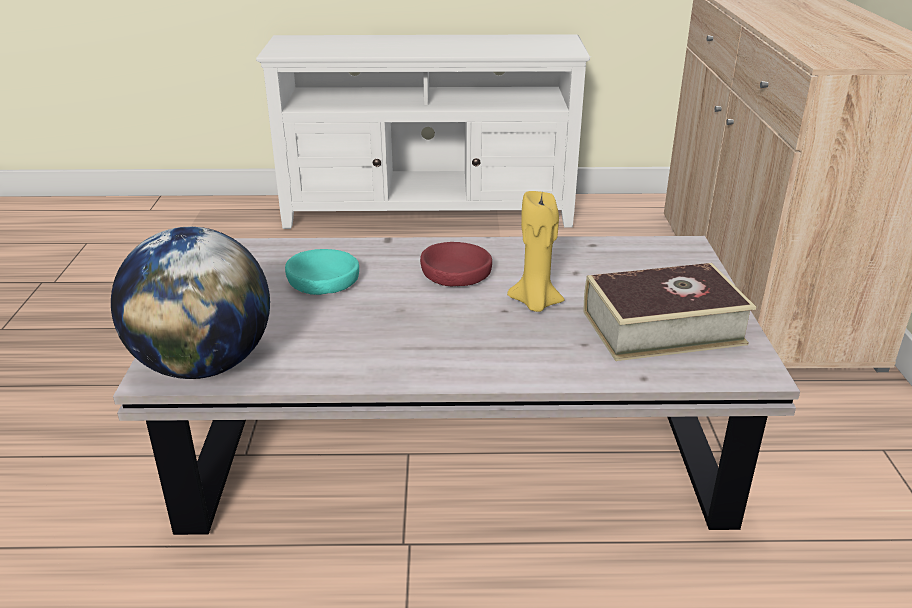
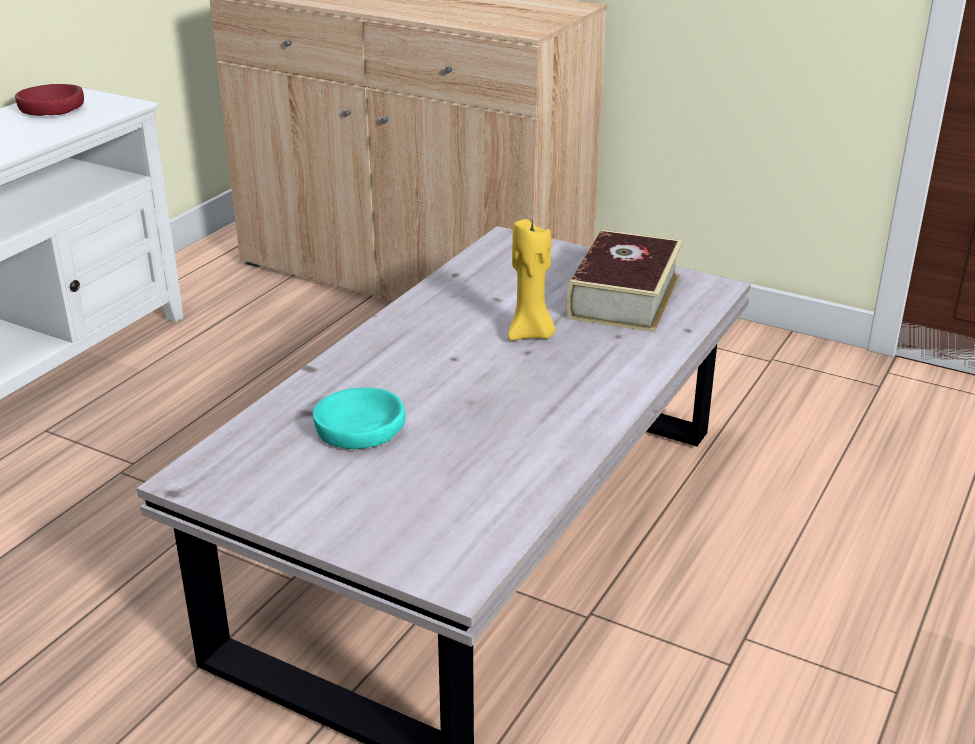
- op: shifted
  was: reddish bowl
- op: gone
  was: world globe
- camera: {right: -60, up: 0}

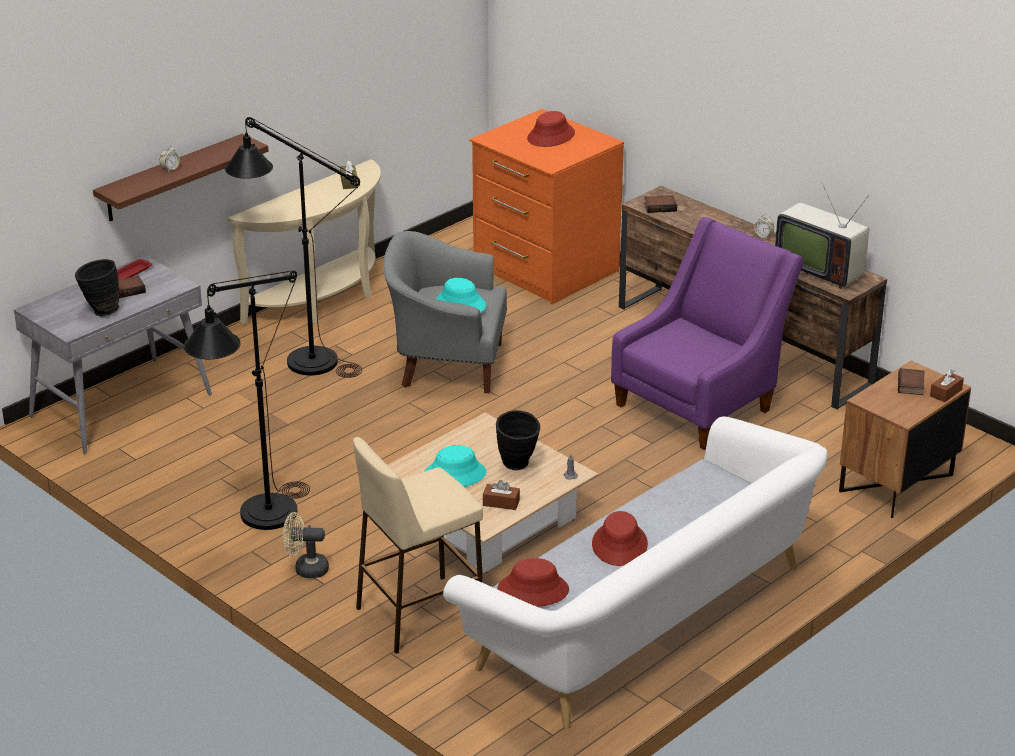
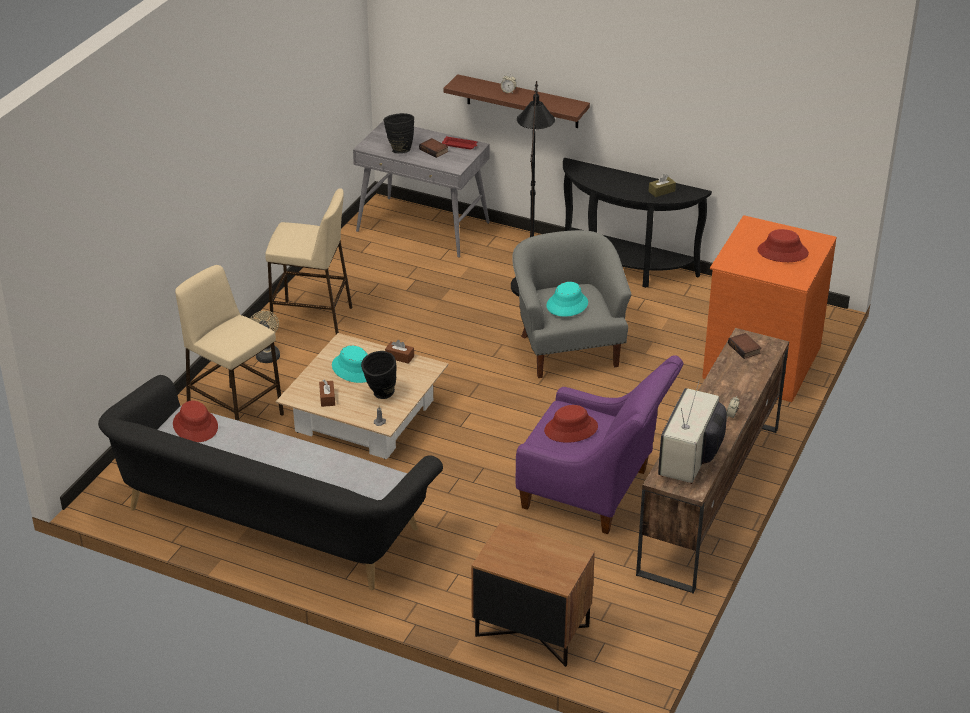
- op: repainted
  was: white-coloured settee
  now: blackish settee
- op: swapped
  was: blackish standing lamp (no. 1 from left)
  now: sand-coloured stool (no. 2 from left)
- op: shifted
  was: brown tissue holder (no. 3 from left in the first image)
  now: brown tissue holder (no. 2 from left)
- op: shifted
  was: reddish hat (no. 3 from left in the first image)
  now: reddish hat (no. 2 from left)
- op: repainted
  was: sand-coloured hall table
  now: blackish hall table
- op: gone
  was: volume (no. 3 from left)
- camera: {right: 70, up: 5}

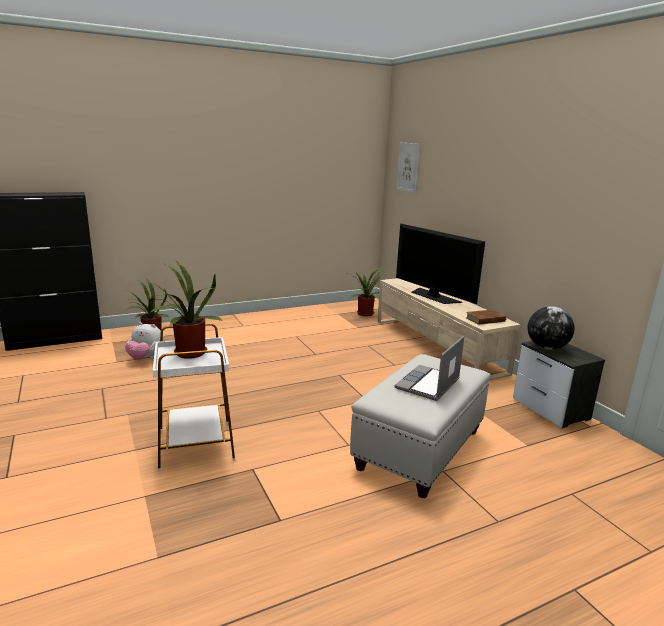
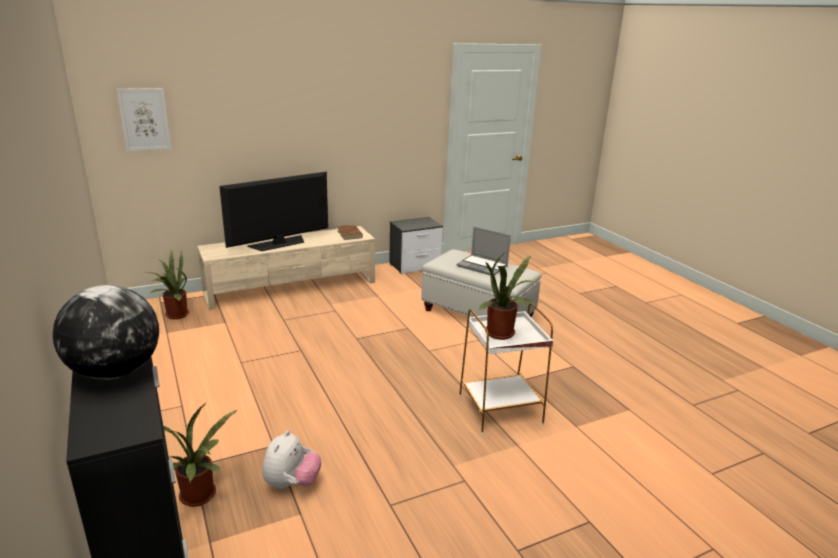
- op: shifted
  was: world globe
- camera: {right: -90, up: 5}

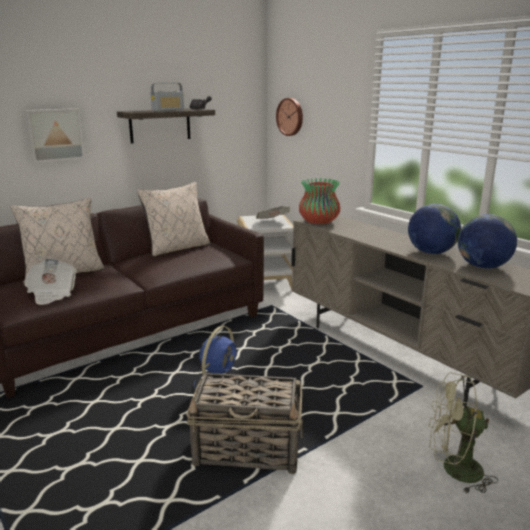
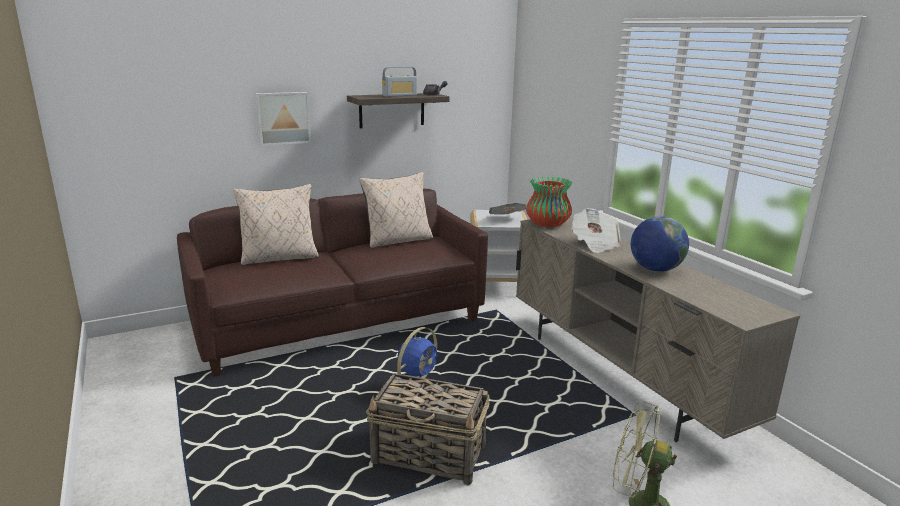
- op: shifted
  was: printed paper (no. 1 from left in the first image)
  now: printed paper (no. 2 from left)
- op: gone
  was: hanging clock
- op: gone
  was: world globe (no. 2 from left)
- camera: {right: 10, up: 0}

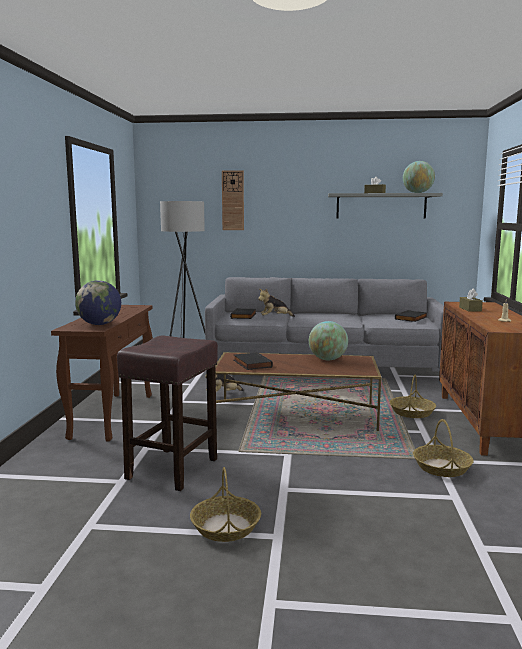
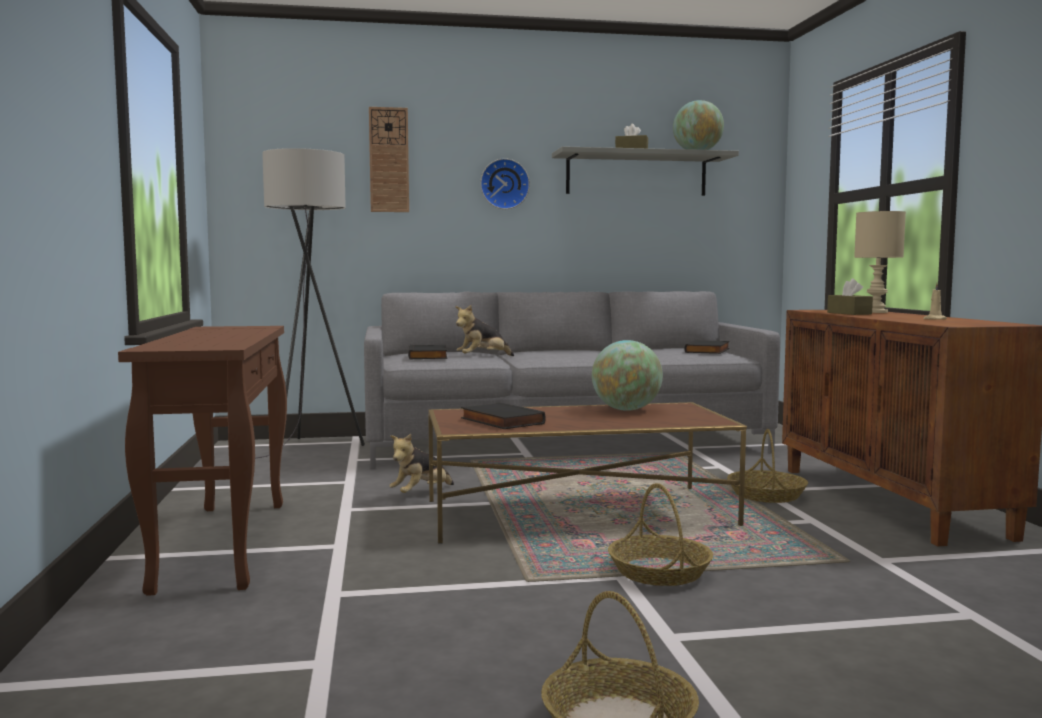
- op: new
  now: hanging clock (no. 2 from left)
- op: shifted
  was: household basket (no. 3 from left in the first image)
  now: household basket (no. 2 from left)
- op: new
  now: sand-coloured table lamp
- op: gone
  was: world globe (no. 1 from left)
- op: gone
  was: brown stool
- camera: {right: -15, up: -5}

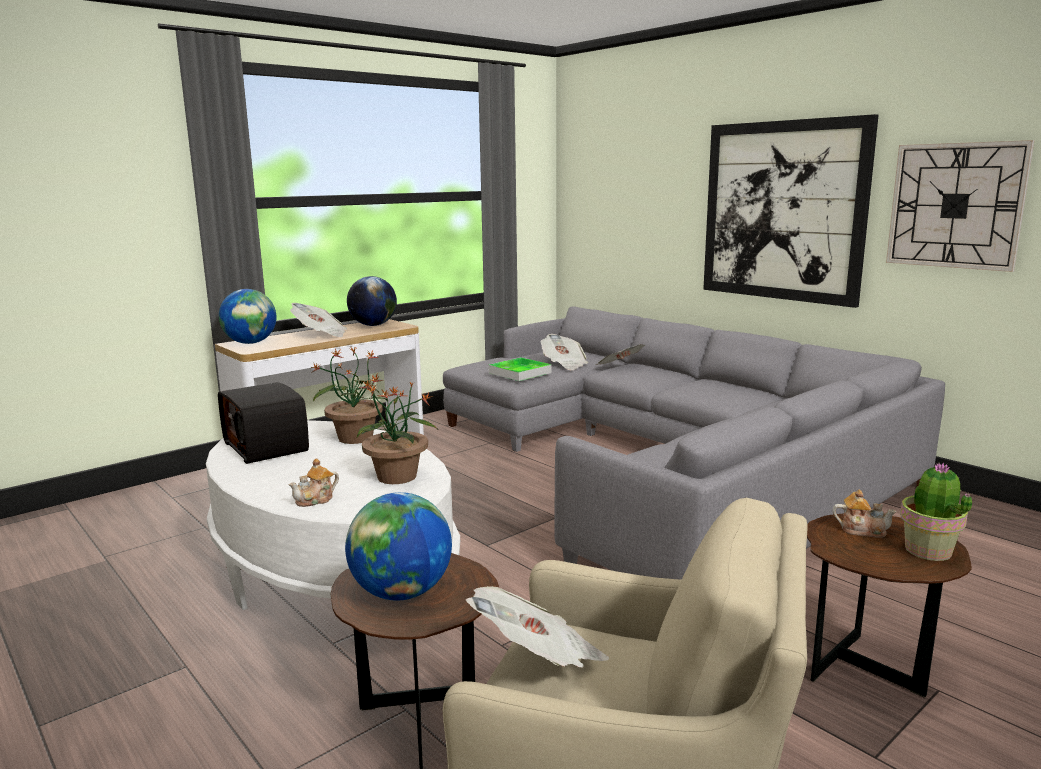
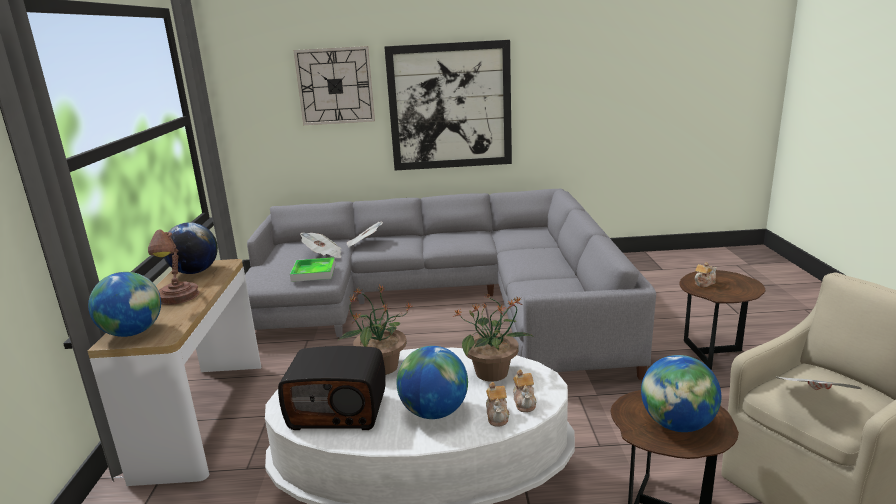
- op: swapped
  was: printed paper (no. 1 from left)
  now: brown table lamp
- op: shifted
  was: hanging clock
- op: new
  now: world globe (no. 3 from left)
- op: new
  now: pot for tea (no. 2 from left)
- op: gone
  was: houseplant (no. 3 from left)
- camera: {right: -50, up: 5}

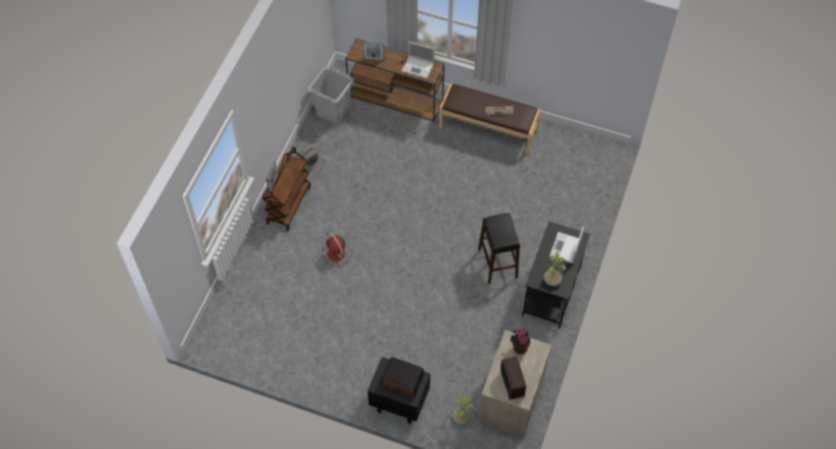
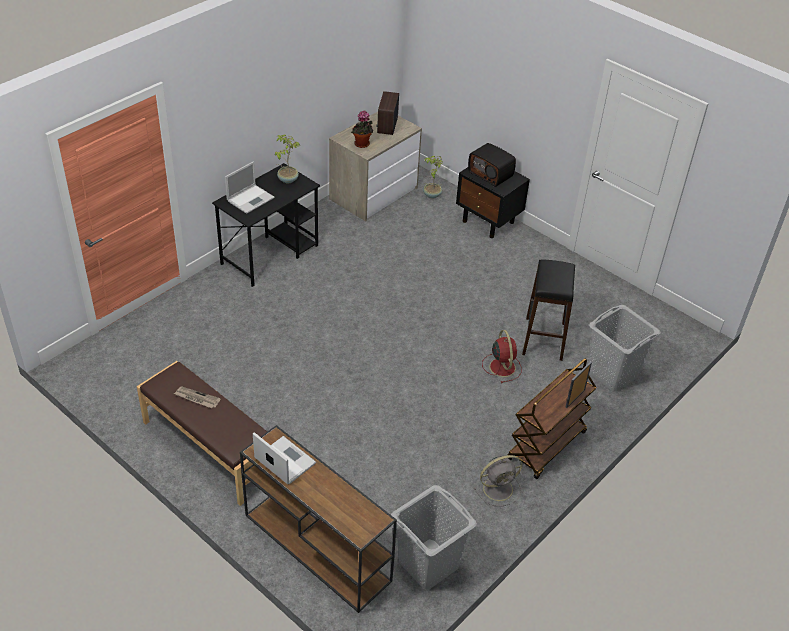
- op: shifted
  was: blackish stool
- op: new
  now: greyish washing basket (no. 2 from left)
- op: gone
  was: picture frame (no. 2 from left)
- camera: {right: -160, up: -15}

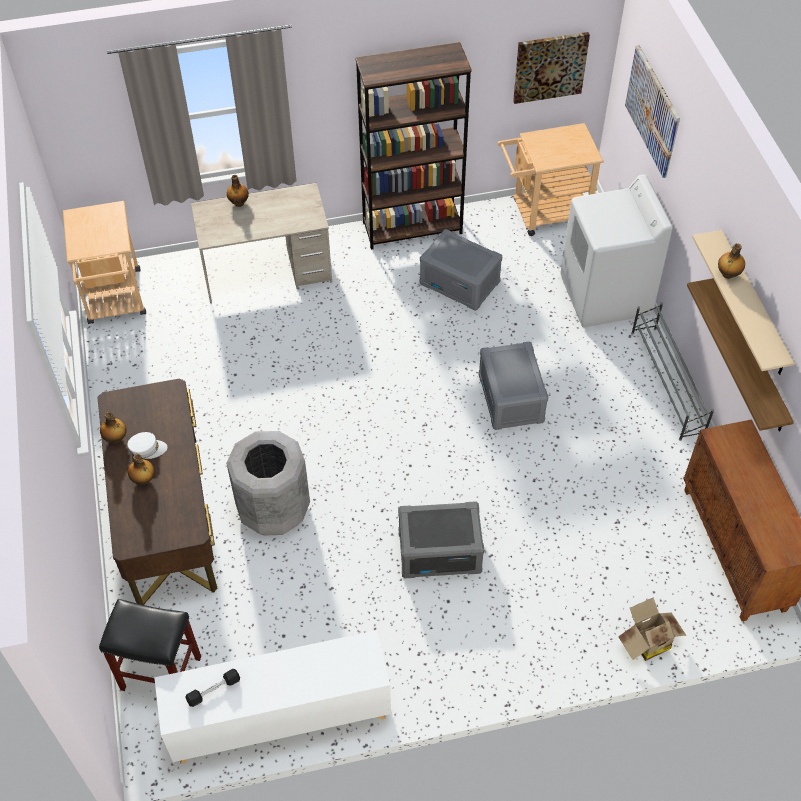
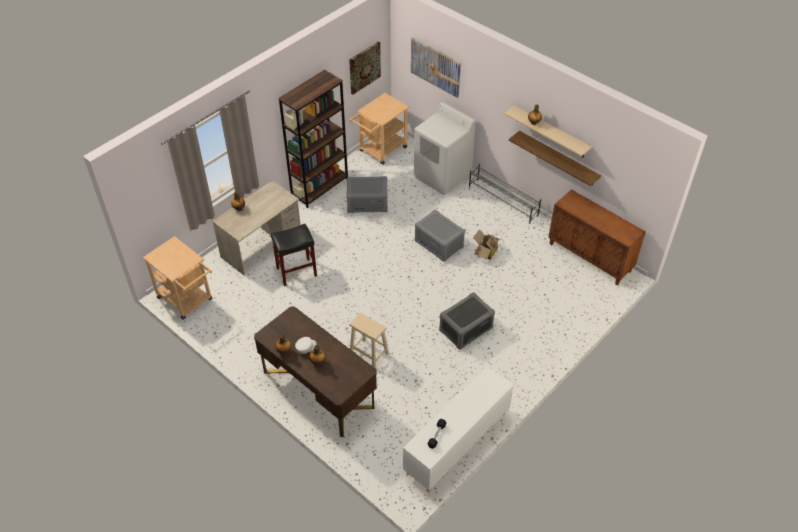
- op: shifted
  was: blackish stool
- op: swapped
  was: greyish rubbish bin
  now: sand-coloured stool
- op: shifted
  was: cardboard box
- camera: {right: -35, up: -5}

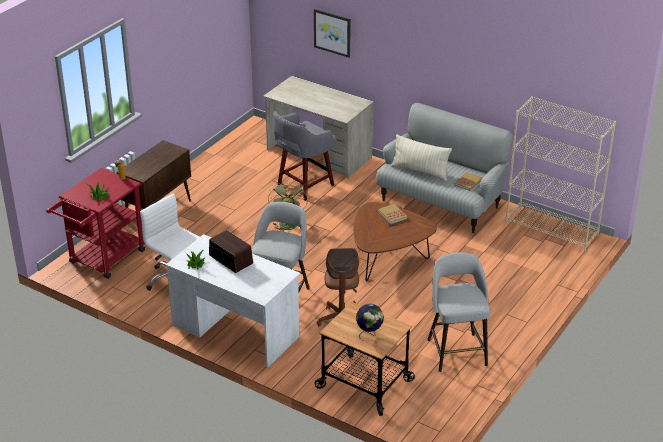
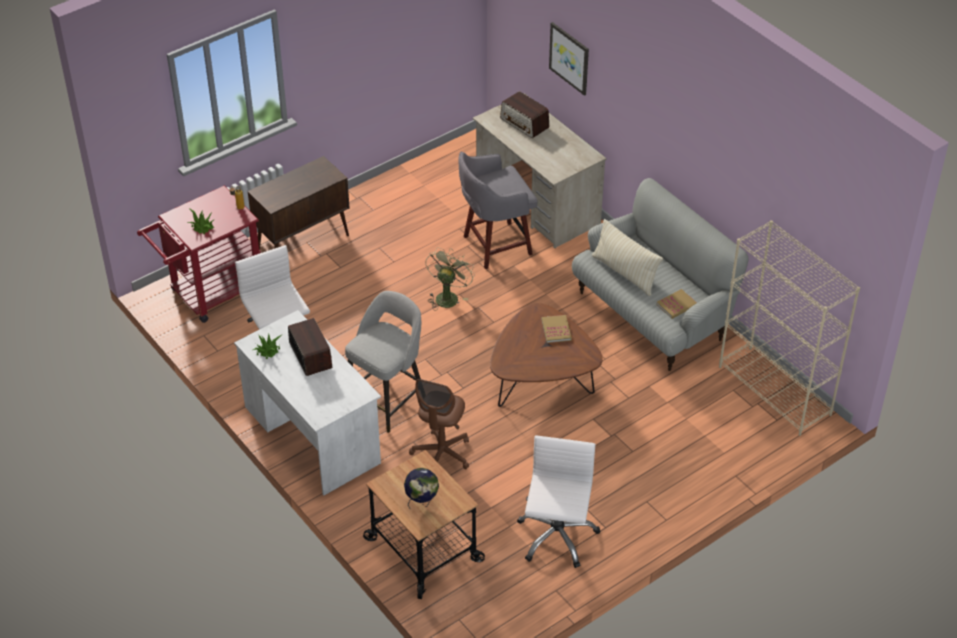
- op: new
  now: radio receiver (no. 2 from left)
- op: swapped
  was: greyish stool (no. 3 from left)
  now: white-coloured desk chair (no. 2 from left)
- camera: {right: 20, up: 10}

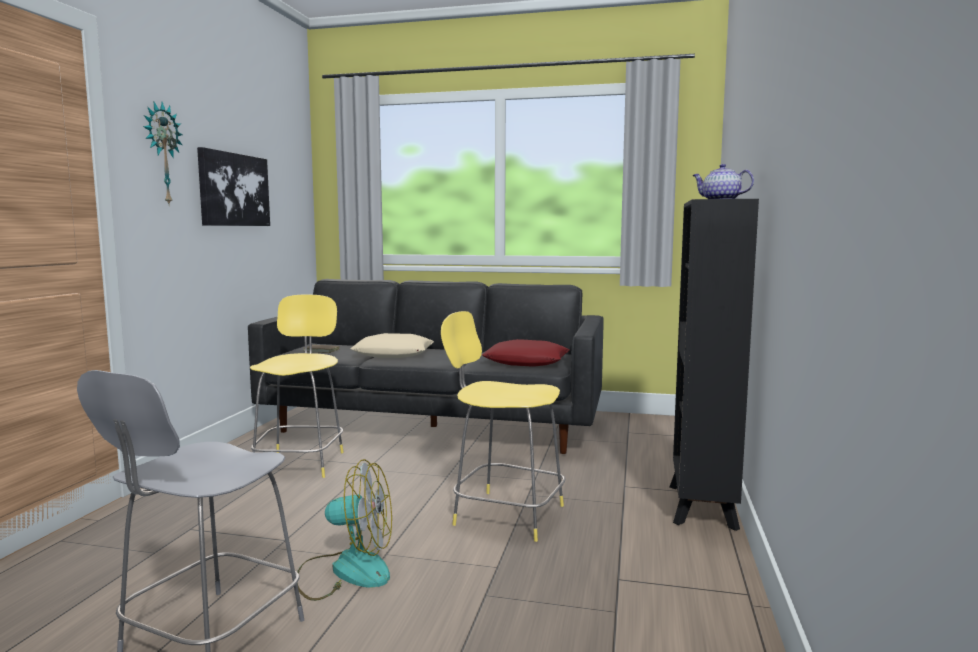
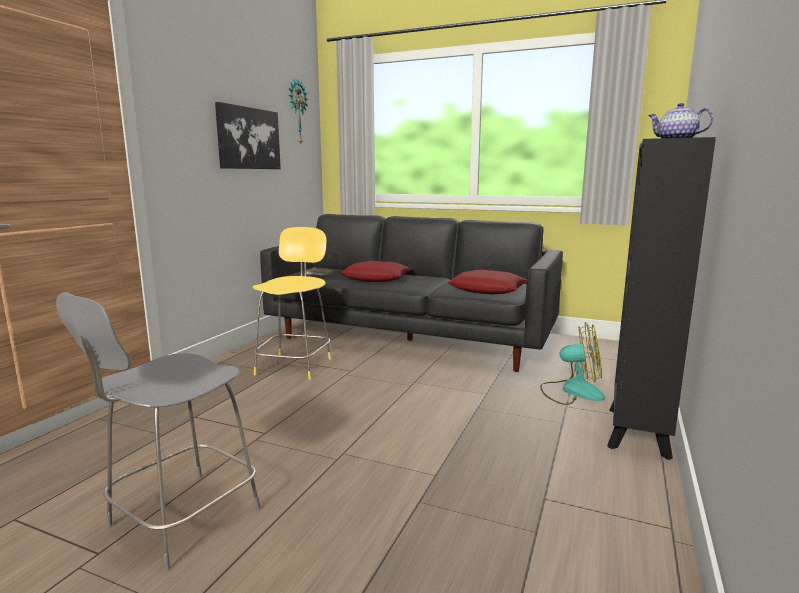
- op: shifted
  was: hanging clock
- op: repainted
  was: sand-coloured cushion
  now: reddish cushion (no. 1 from left)
- op: shifted
  was: electric fan
- op: gone
  was: yellow-coloured stool (no. 2 from left)
- camera: {right: 10, up: 5}

